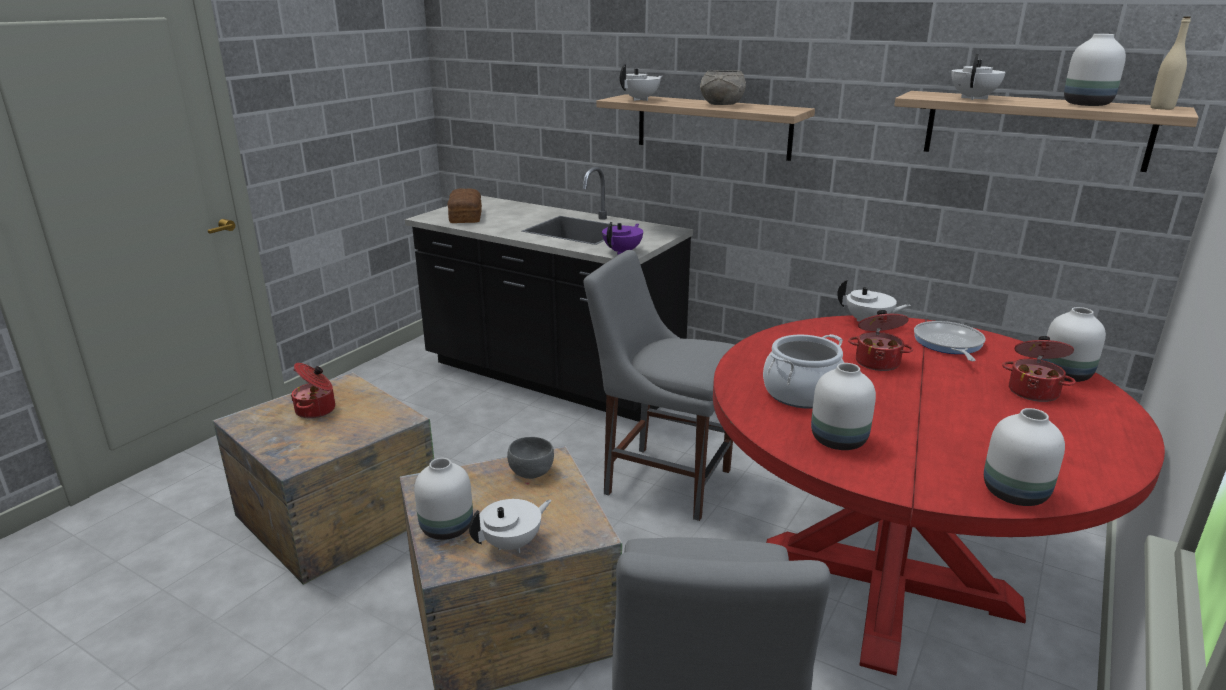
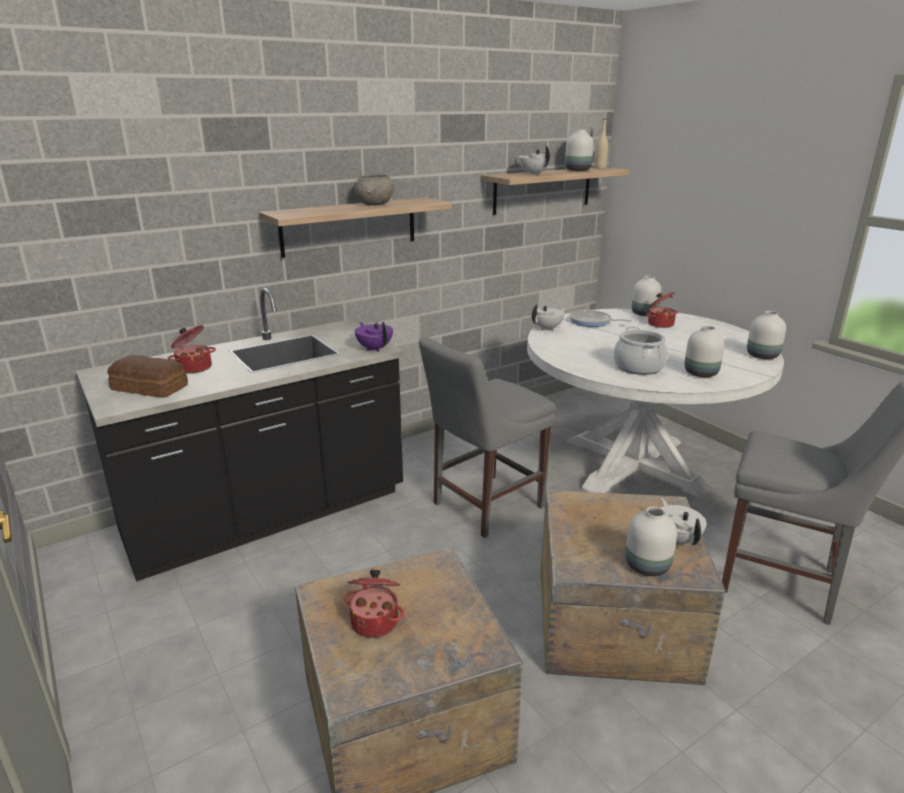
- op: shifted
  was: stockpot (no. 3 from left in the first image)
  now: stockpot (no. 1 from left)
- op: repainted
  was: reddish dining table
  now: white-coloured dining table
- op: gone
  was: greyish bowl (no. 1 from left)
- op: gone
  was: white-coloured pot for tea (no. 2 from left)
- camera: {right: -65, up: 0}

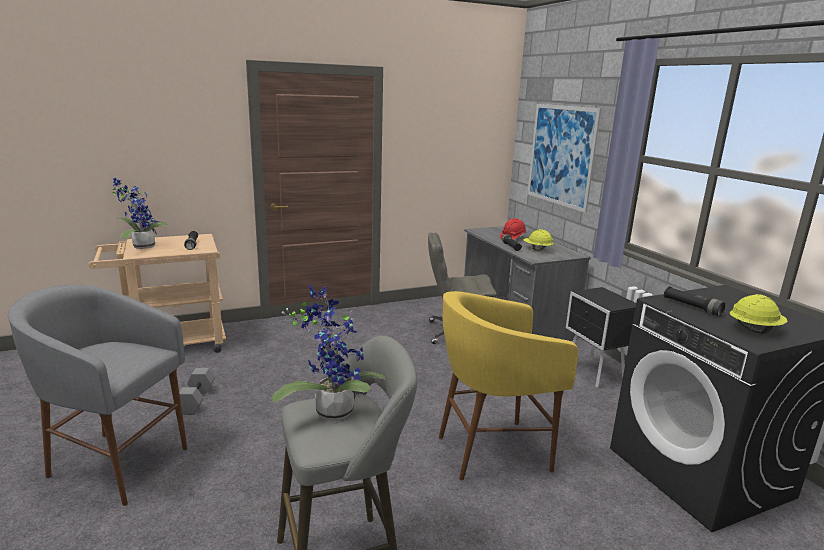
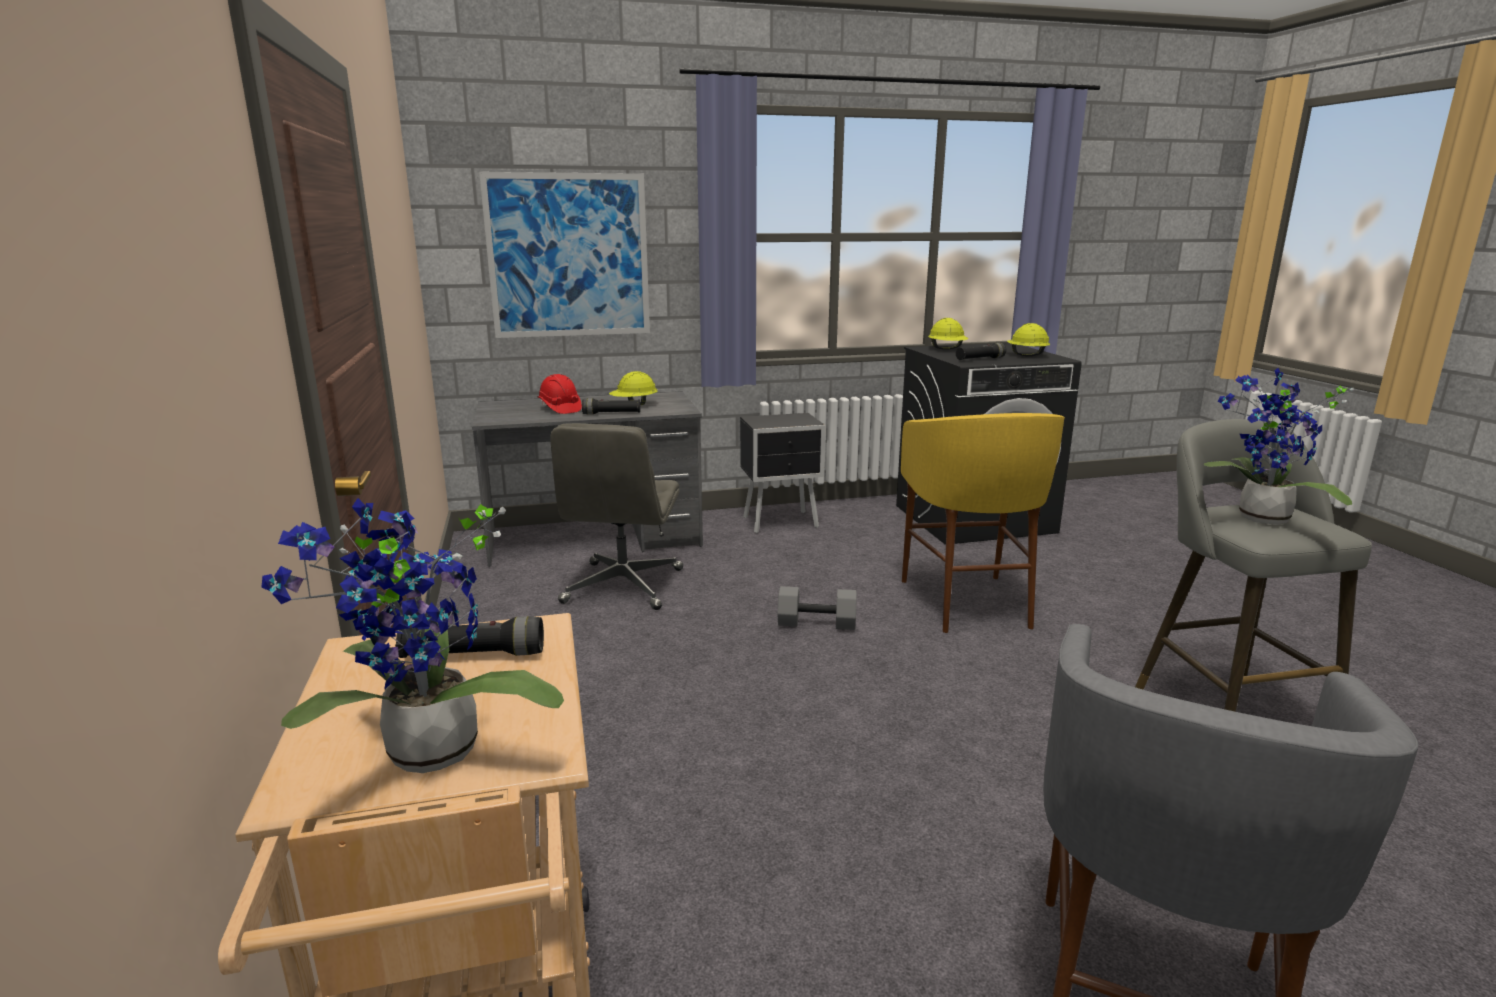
- op: shifted
  was: greyish hand weight
- op: new
  now: yellow-coloured safety helmet (no. 2 from left)
- camera: {right: -80, up: 0}

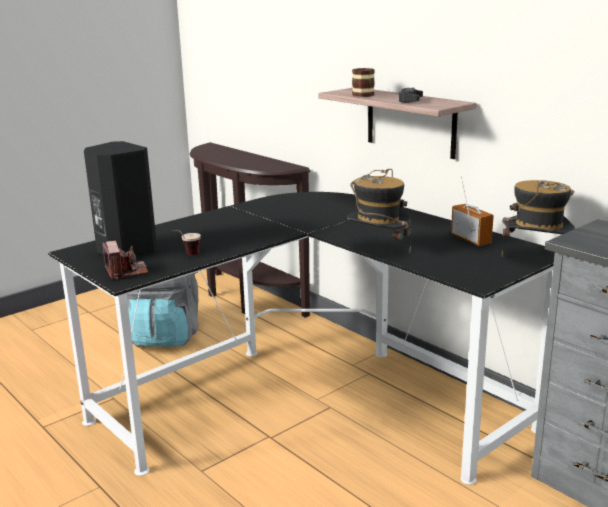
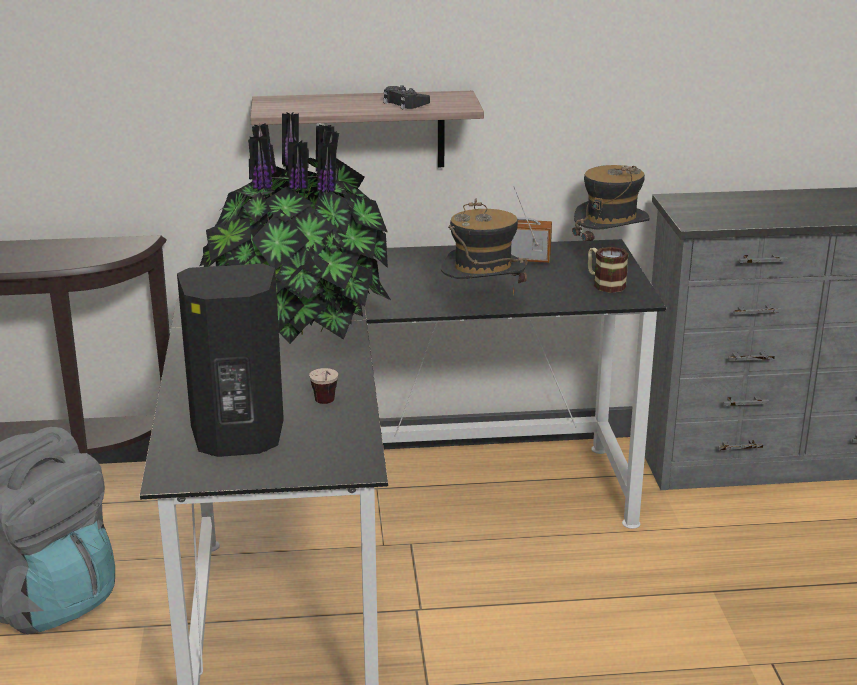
- op: new
  now: houseplant
- op: shifted
  was: coffee mug
- op: gone
  was: still camera
- camera: {right: -55, up: 5}

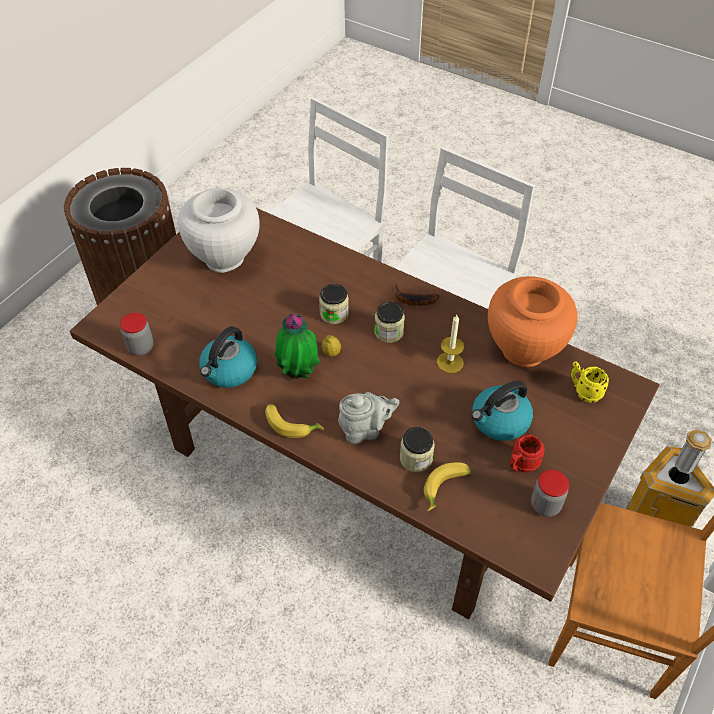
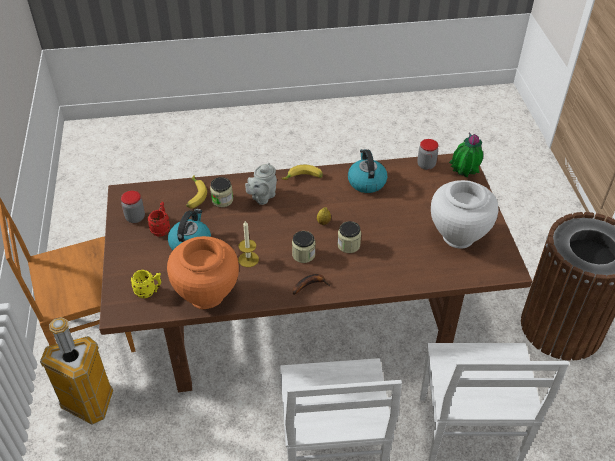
- op: shifted
  was: houseplant
- camera: {right: 140, up: -5}

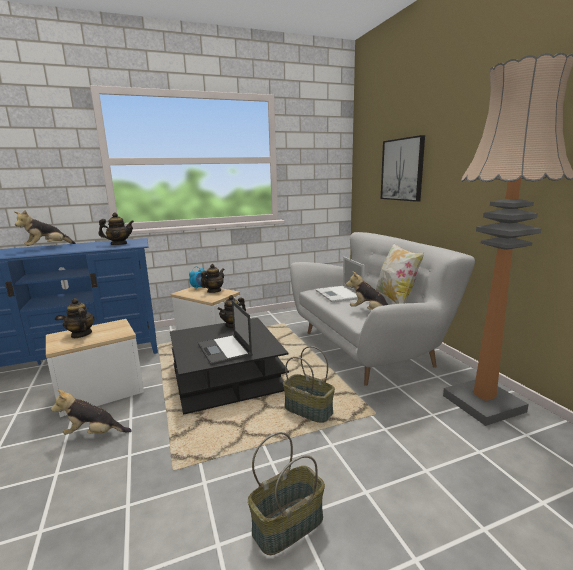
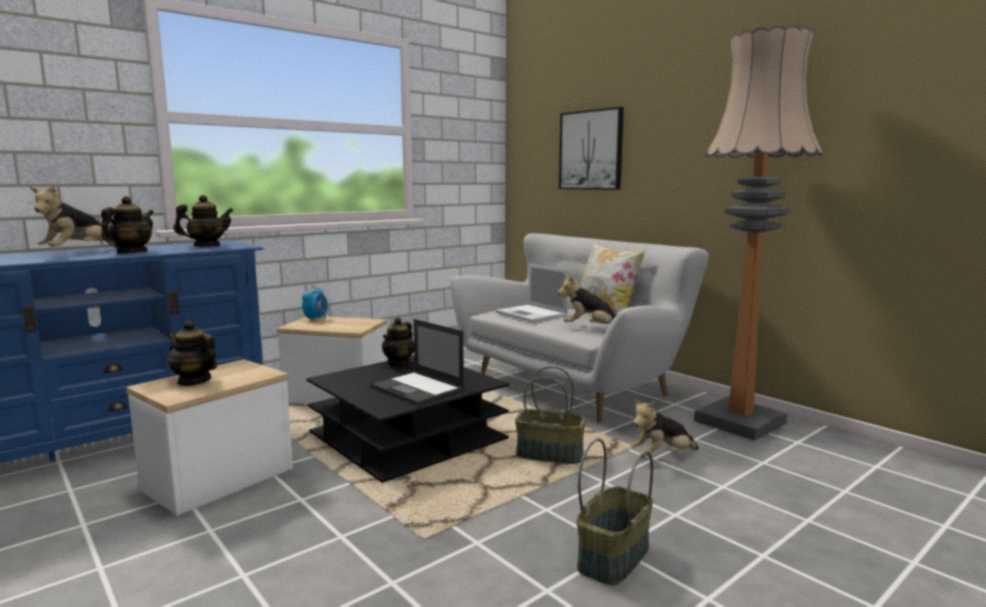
- op: shifted
  was: pot for tea (no. 3 from left in the first image)
  now: pot for tea (no. 1 from left)
- op: shifted
  was: soft toy (no. 2 from left in the first image)
  now: soft toy (no. 3 from left)
- camera: {right: -20, up: -5}

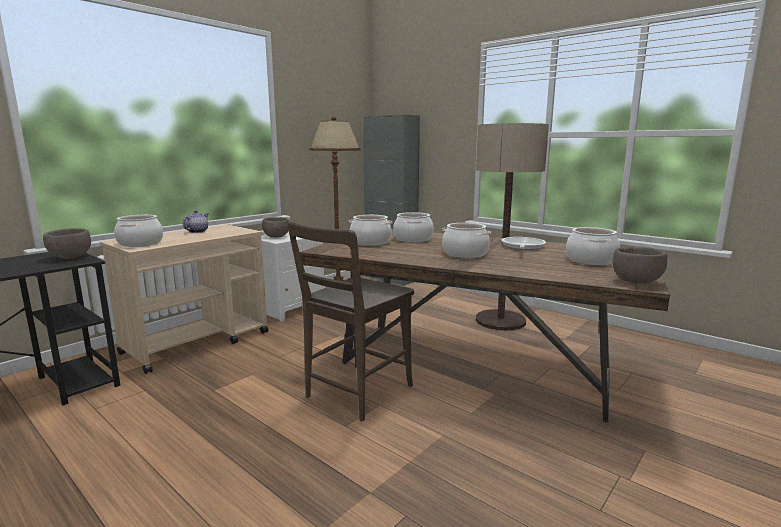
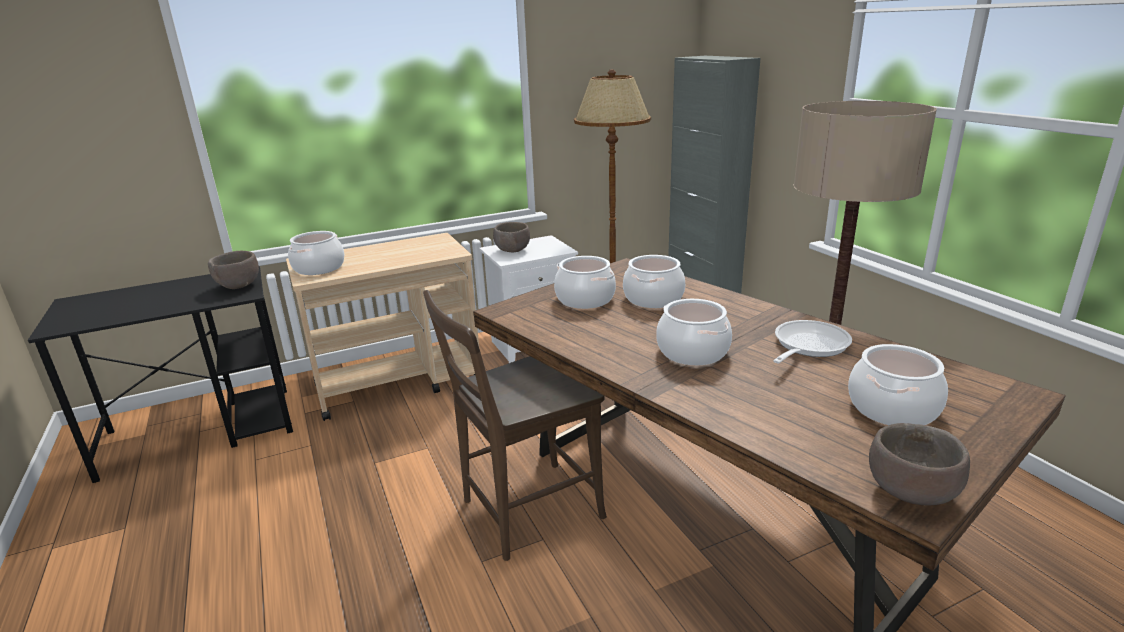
- op: gone
  was: pot for tea
- camera: {right: 25, up: 10}

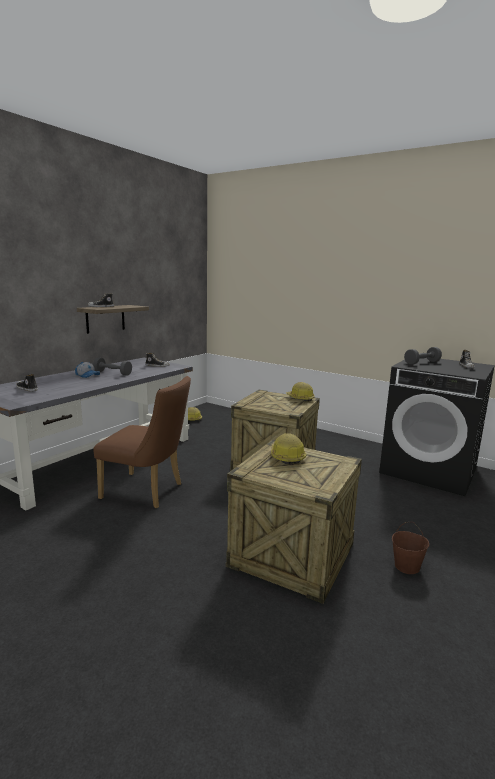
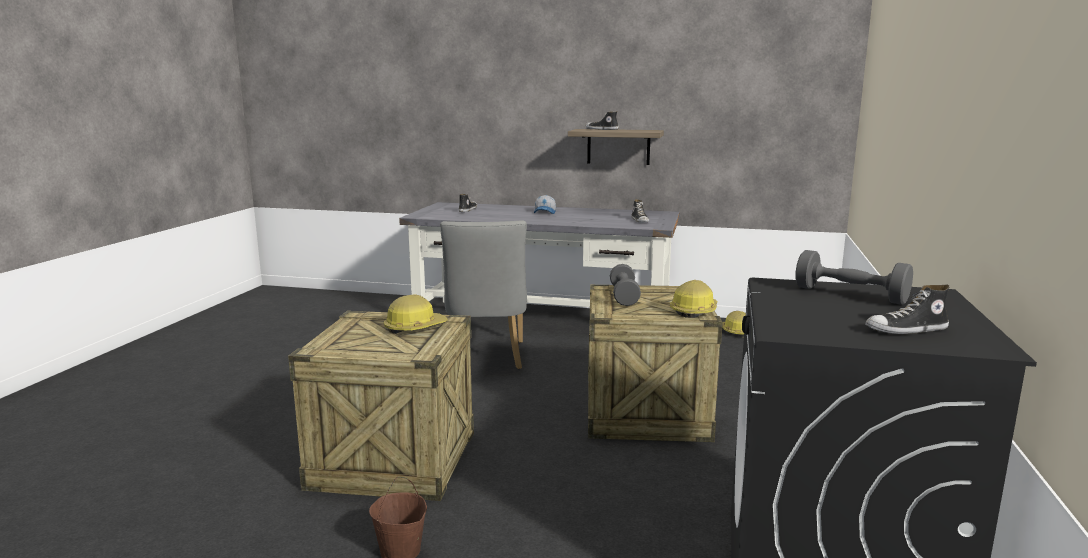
- op: repainted
  was: brown plain chair
  now: greyish plain chair
- op: shifted
  was: greyish hand weight (no. 1 from left)
- camera: {right: 70, up: 0}

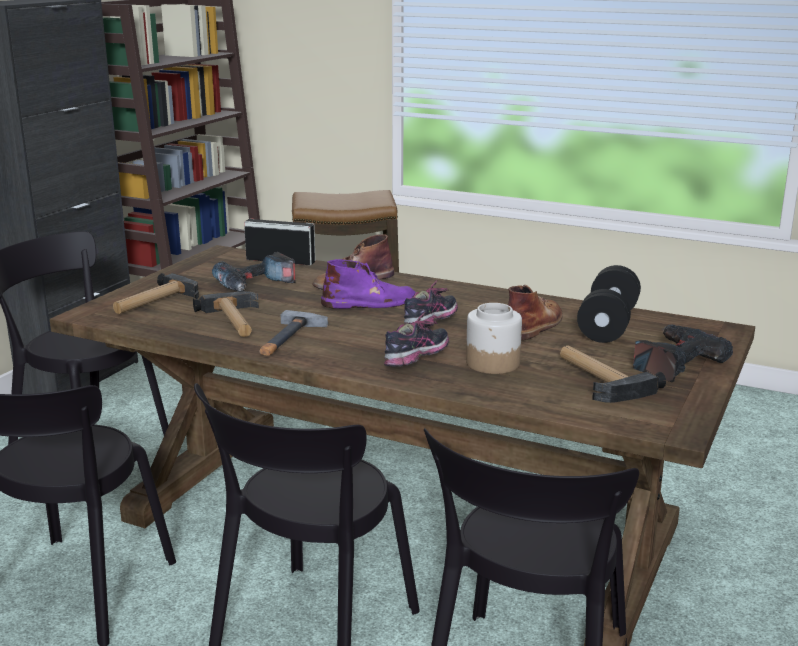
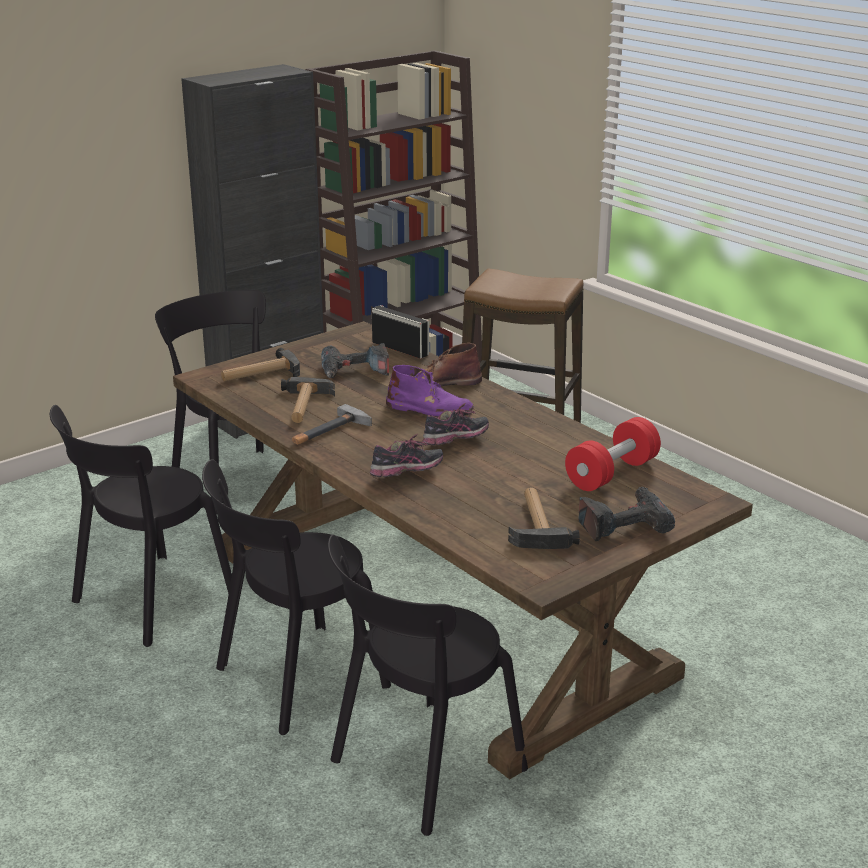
- op: repainted
  was: blackish hand weight
  now: reddish hand weight
- op: gone
  was: preserve jar
- op: gone
  was: brown boot (no. 2 from left)
- camera: {right: 25, up: 5}

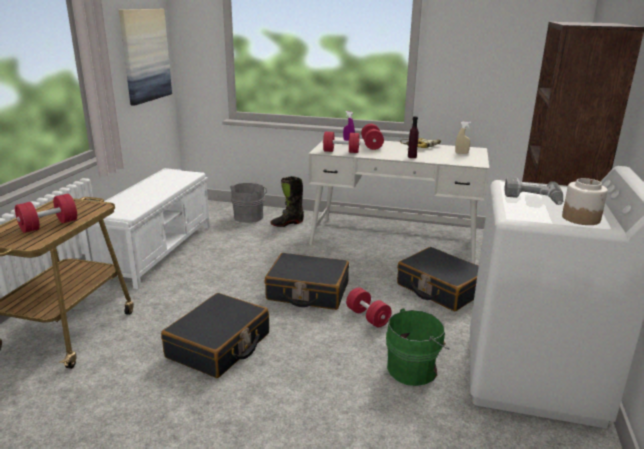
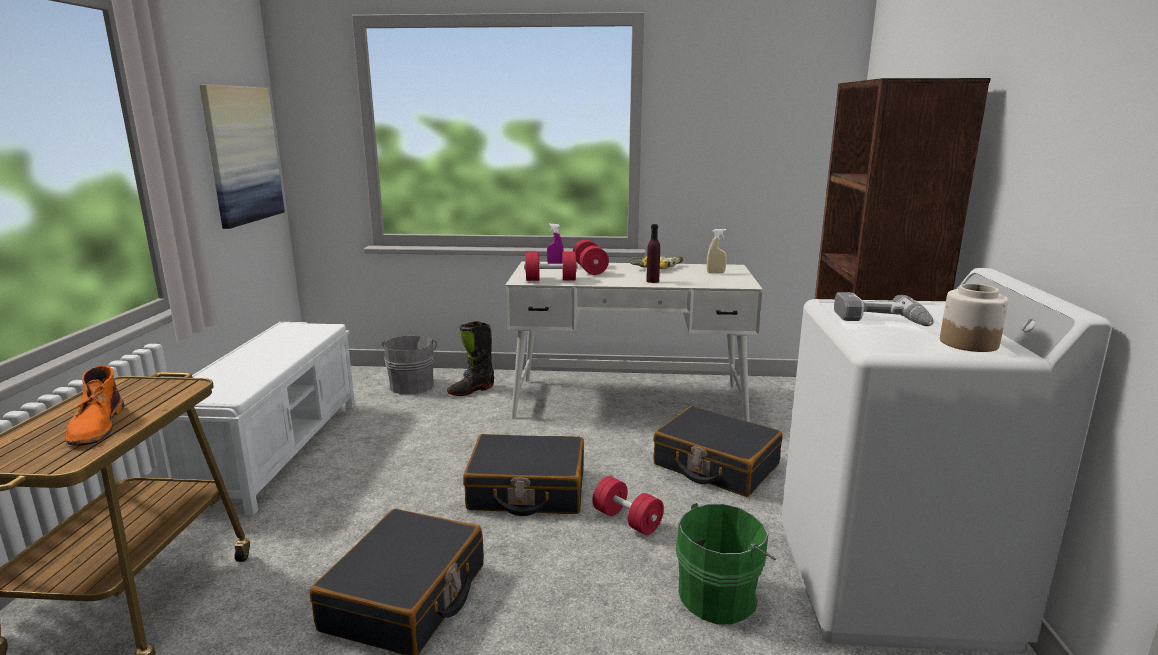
- op: swapped
  was: reddish hand weight (no. 1 from left)
  now: orangey boot
- camera: {right: -10, up: -5}

